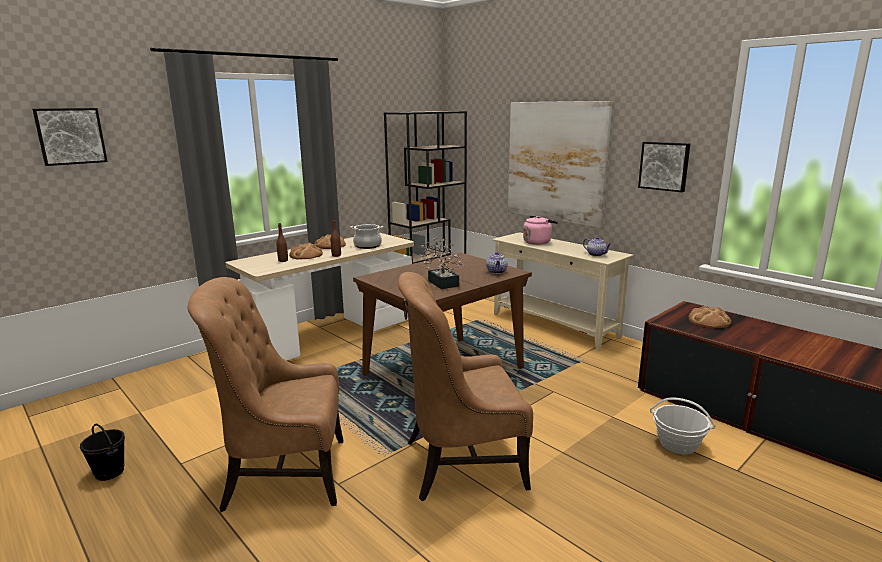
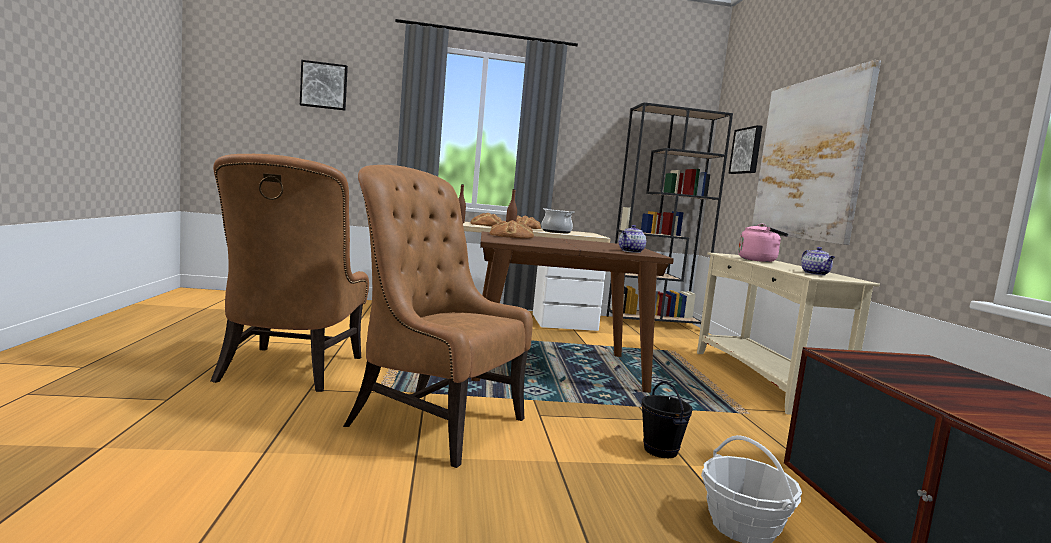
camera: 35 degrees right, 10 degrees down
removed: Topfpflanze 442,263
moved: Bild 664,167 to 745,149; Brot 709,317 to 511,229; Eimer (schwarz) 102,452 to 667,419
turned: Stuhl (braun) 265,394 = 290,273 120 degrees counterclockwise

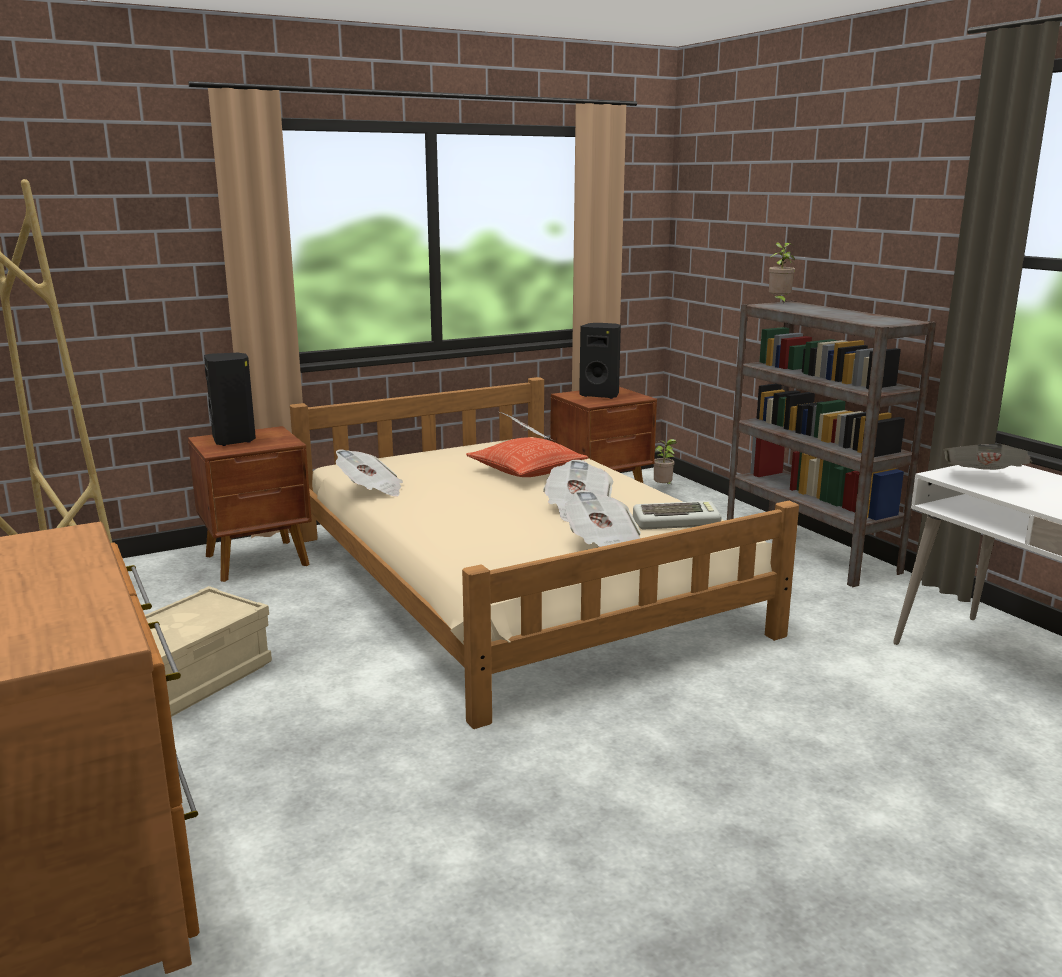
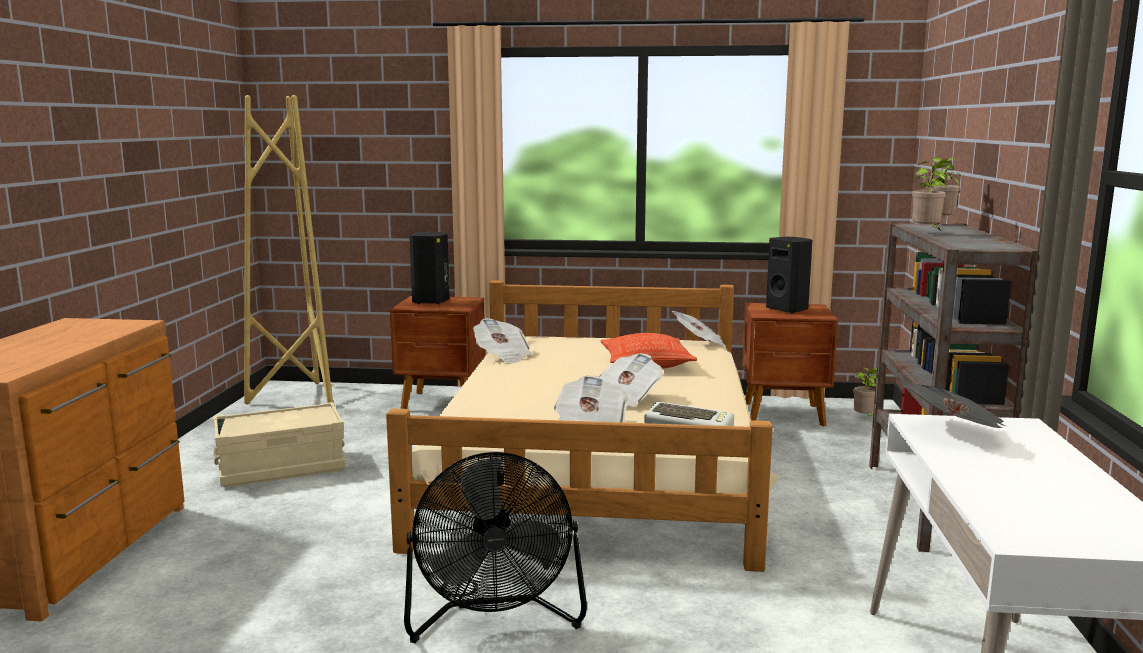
camera: 35 degrees right, 5 degrees down
added: Topfpflanze 932,196; Ventilator (schwarz) 495,547

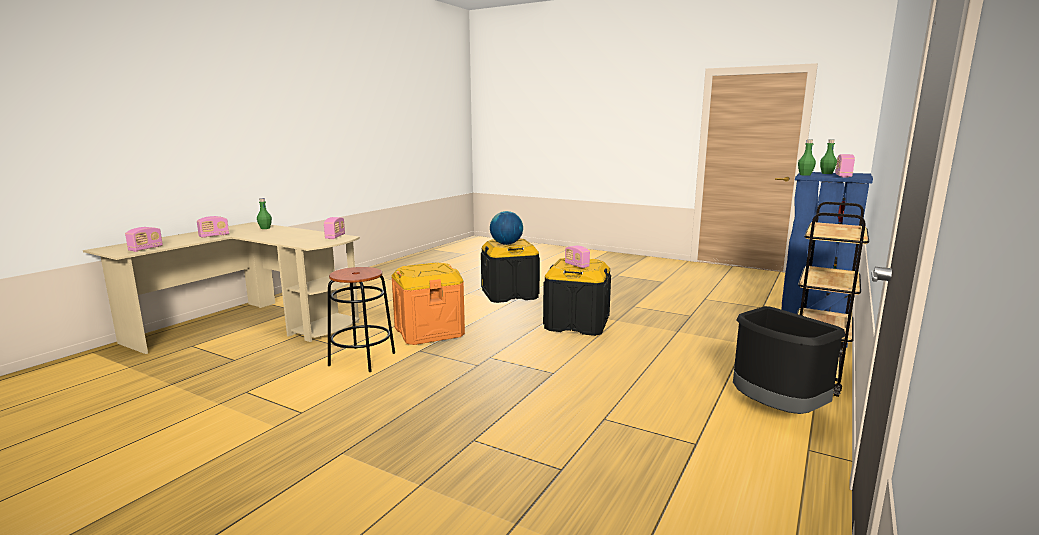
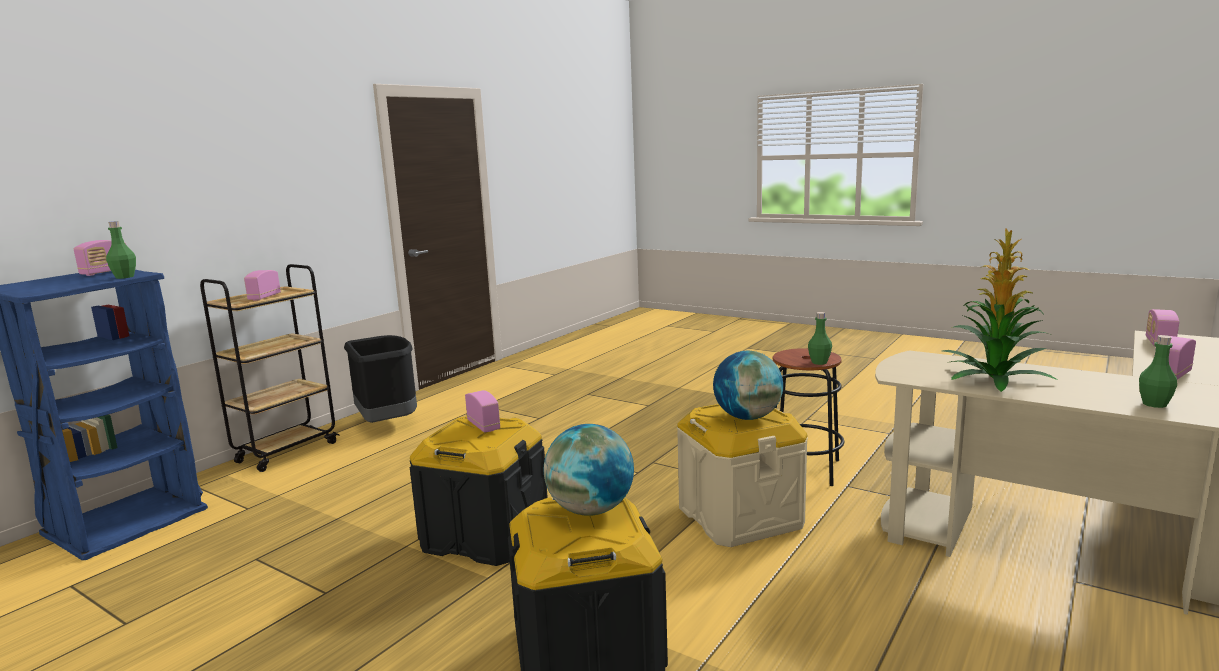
camera: 175 degrees left, 0 degrees up
added: Topfpflanze 999,310; Globus 748,385
moved: Flasche (grün) 828,156 to 820,338; Radio 334,228 to 262,285
recoloured: Aufbewahrungsbox (orange) 428,303 to Aufbewahrungsbox (beige) 742,475

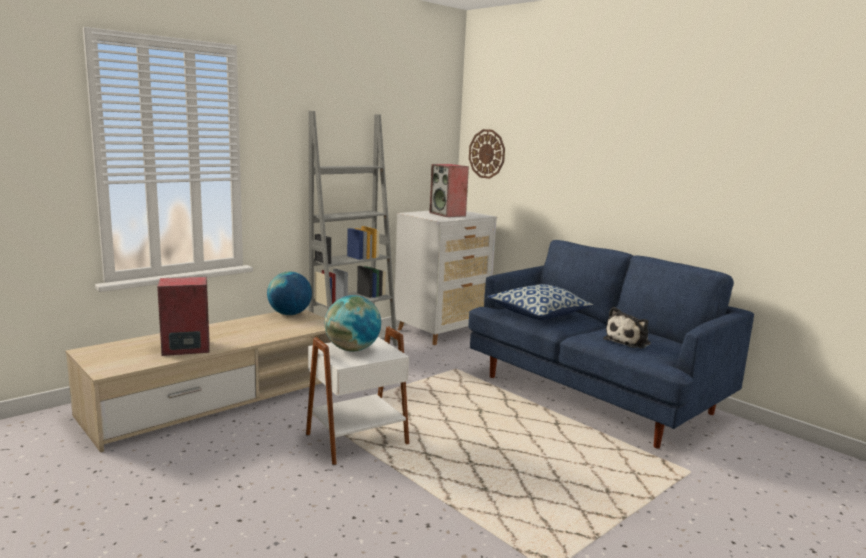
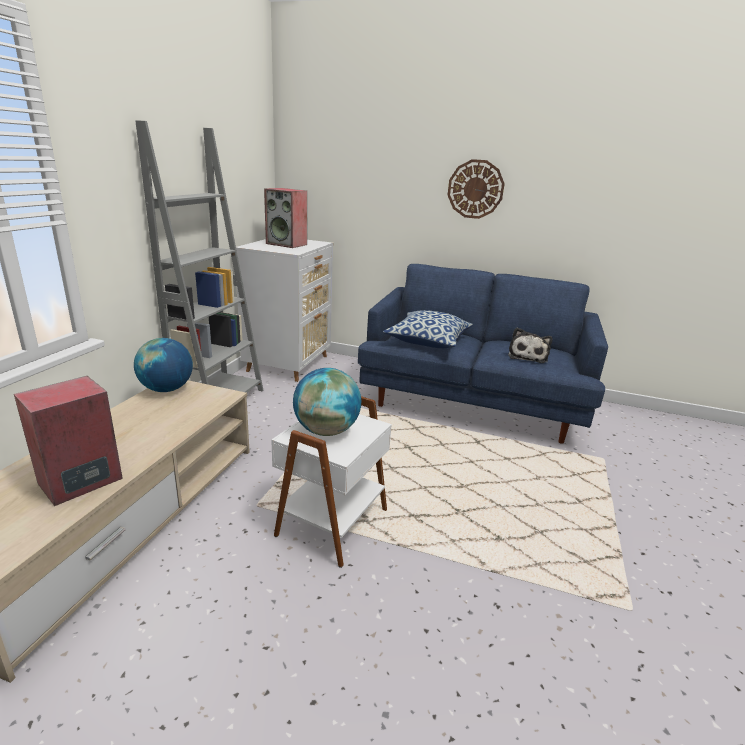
camera: 30 degrees left, 10 degrees up
moved: Wanduhr 487,154 to 476,189

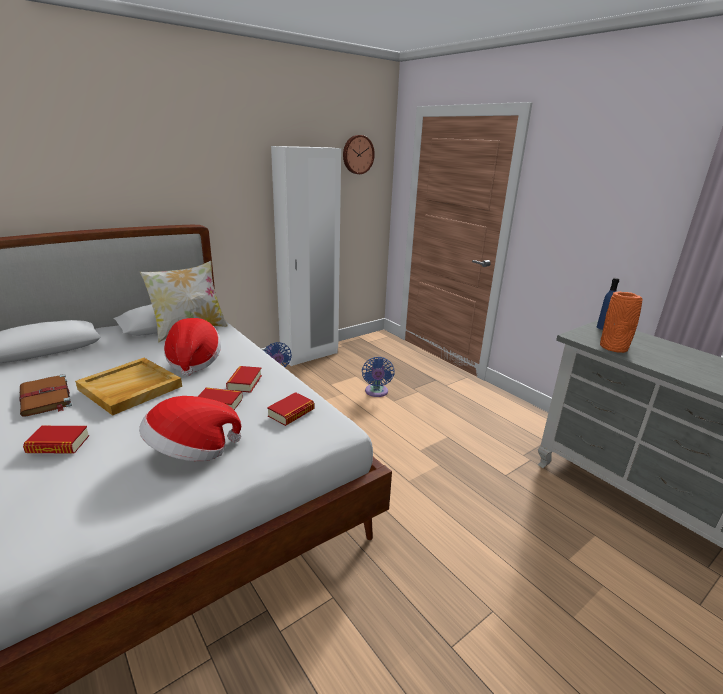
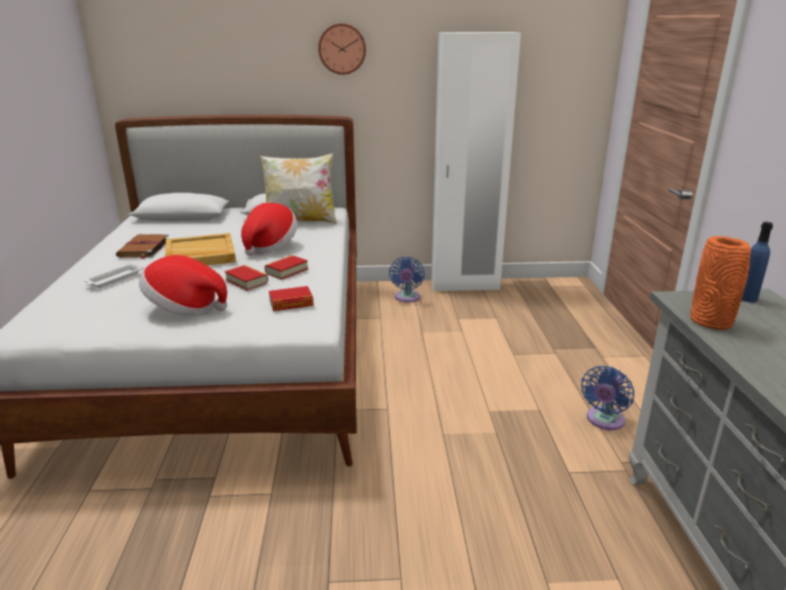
camera: 35 degrees right, 0 degrees up
moved: Wanduhr 359,154 to 342,49; Ventilator (blau) 378,377 to 607,397
replaced: Buch 56,439 to Tablett (weiß) 114,275

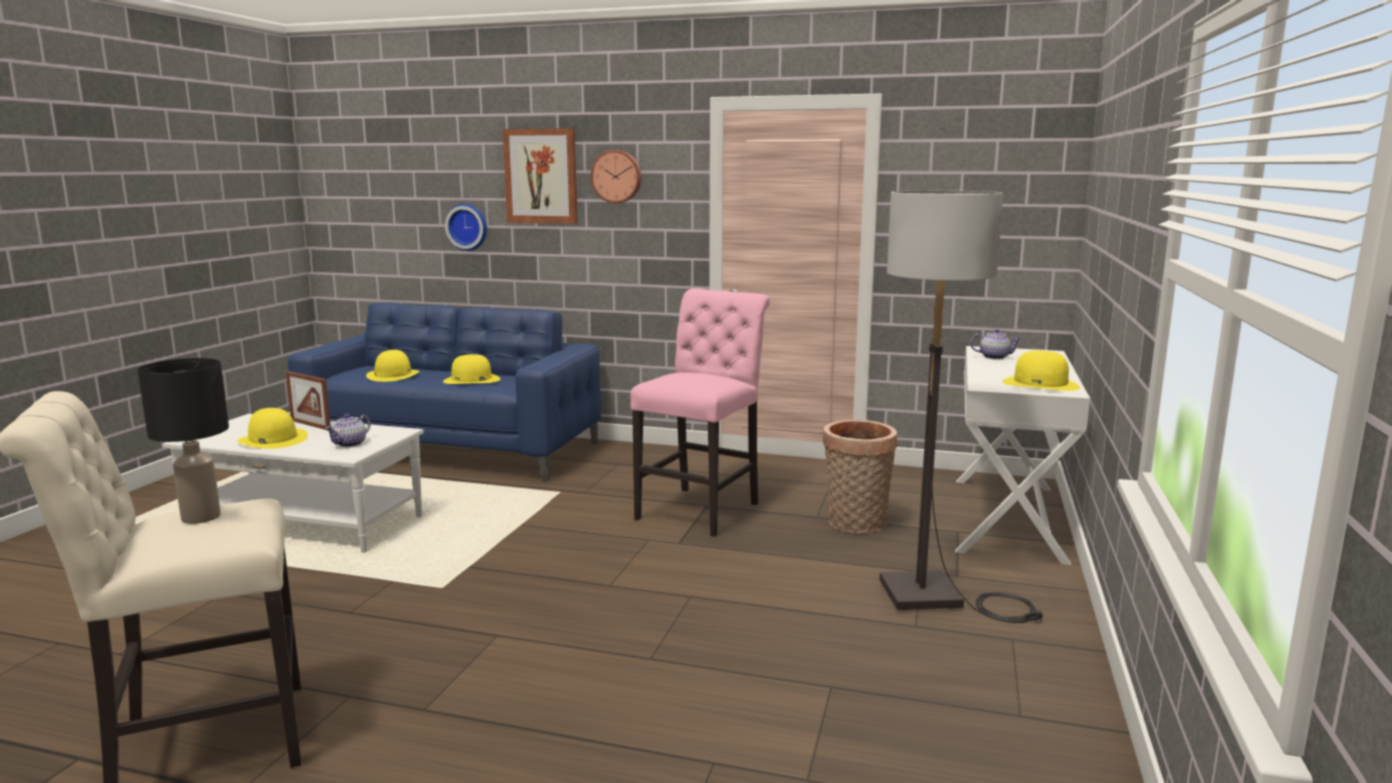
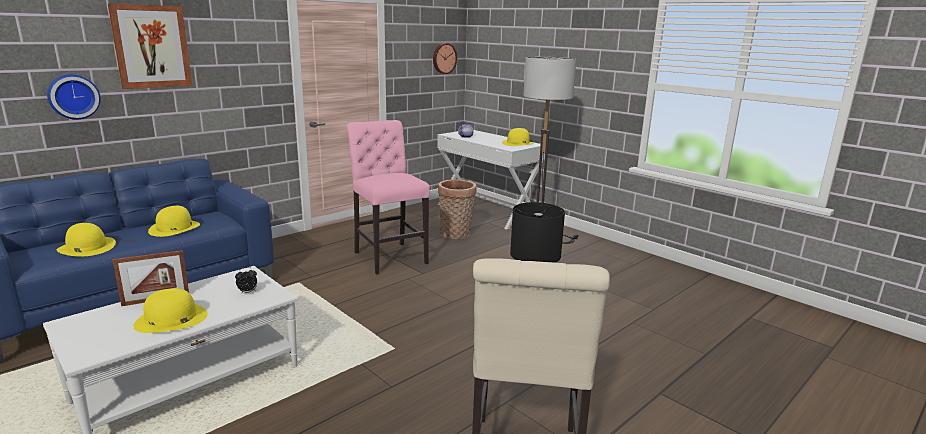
camera: 60 degrees left, 5 degrees up
moved: Wanduhr 615,176 to 445,58
replaced: Teekanne 348,430 to Wecker 246,280

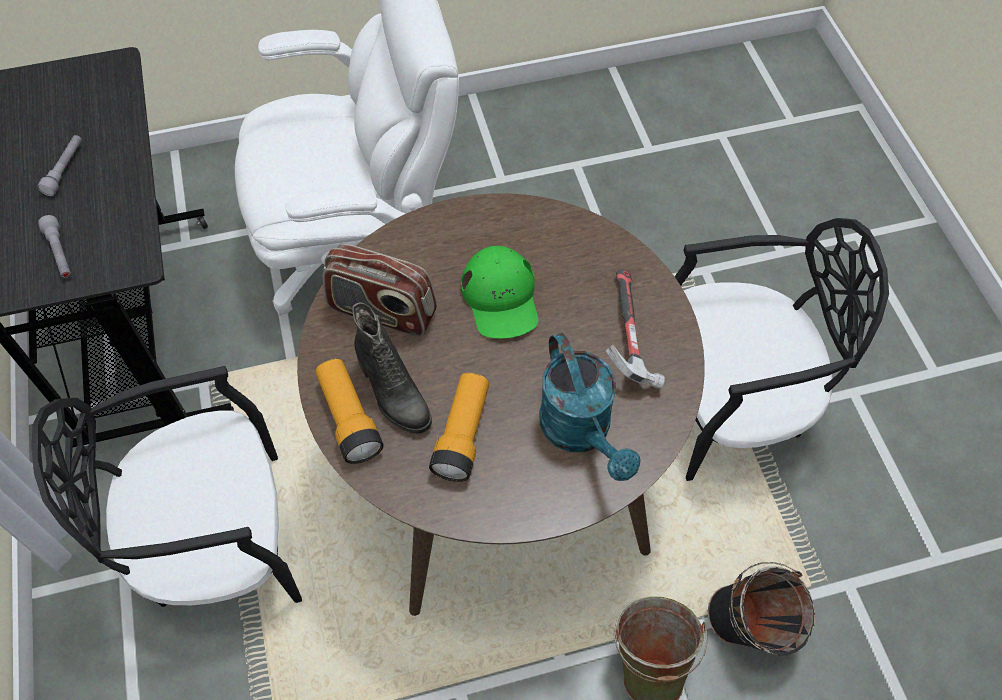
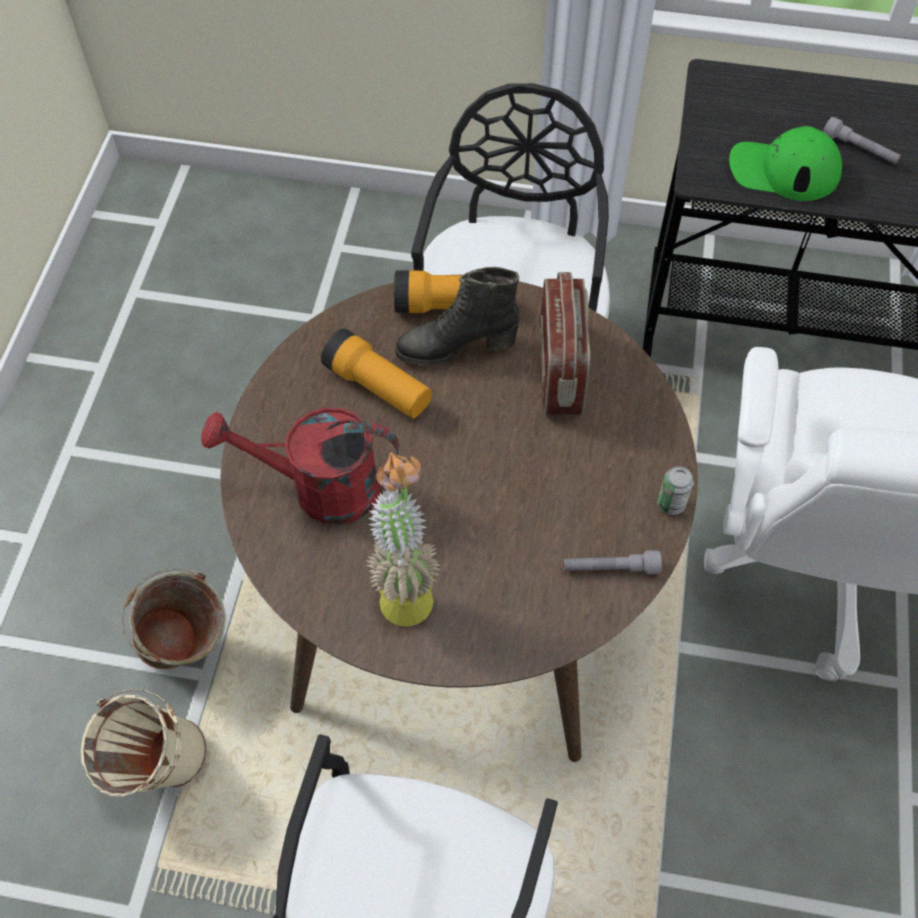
camera: 115 degrees right, 0 degrees up
added: Dose 675,490
moved: Taschenlampe (grau) 54,246 to 612,562; Kappe (grün) 499,292 to 785,163
replaced: Hammer 635,329 to Topfpflanze 403,539
recoloured: Gießkanne (türkis) 590,406 to Gießkanne (rot) 300,466; Eimer (schwarz) 761,609 to Eimer (beige) 144,743
turned: Radio 379,290 = 565,343 135 degrees clockwise

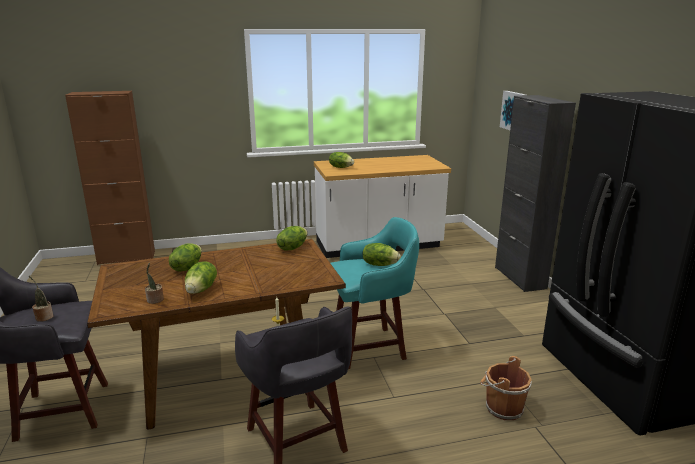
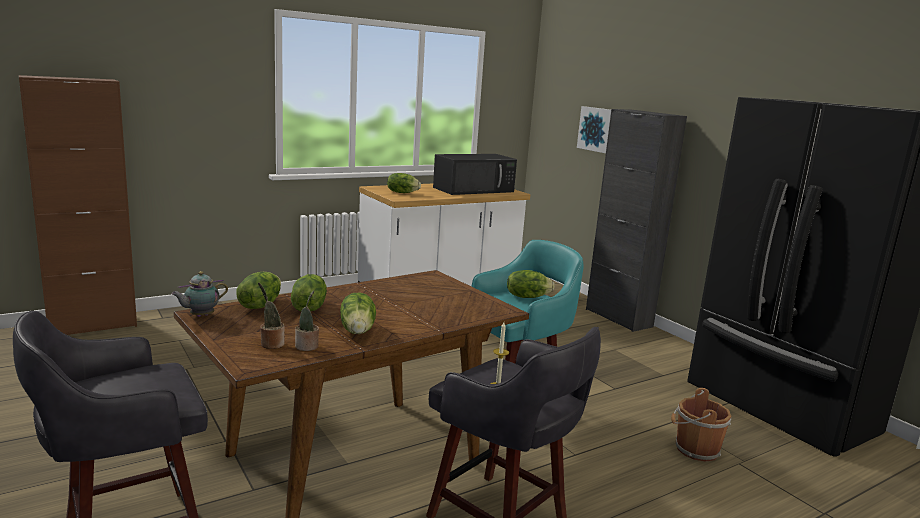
camera: 20 degrees left, 5 degrees down
added: Mikrowelle (schwarz) 475,174; Teekanne 199,294
moved: Salatkopf 292,238 to 259,290; Topfpflanze 41,299 to 271,316

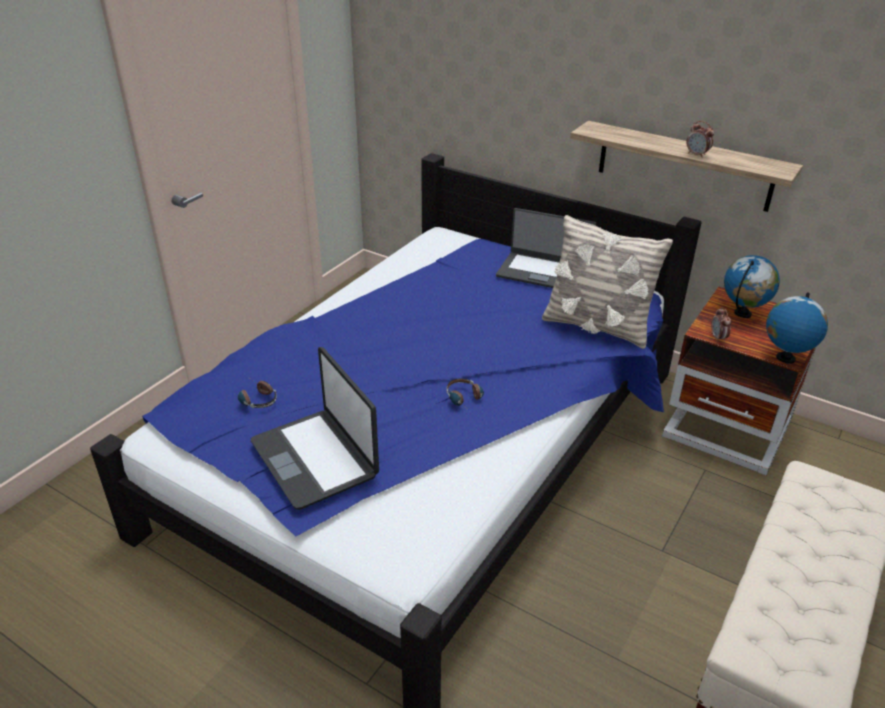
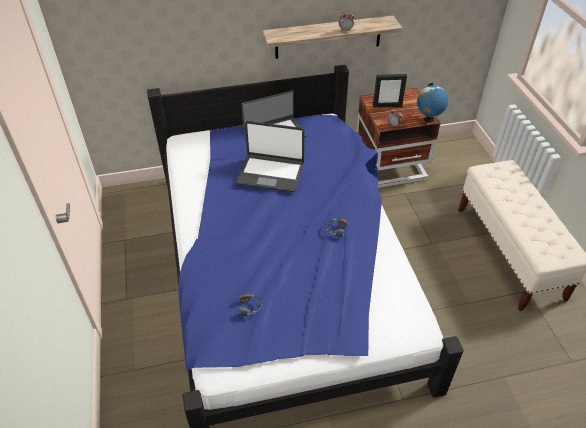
camera: 45 degrees left, 10 degrees up
removed: Kissen (beige) 607,282
moved: Laptop 315,428 to 270,156
replaced: Globus 752,286 to Bilderrahmen 390,91

